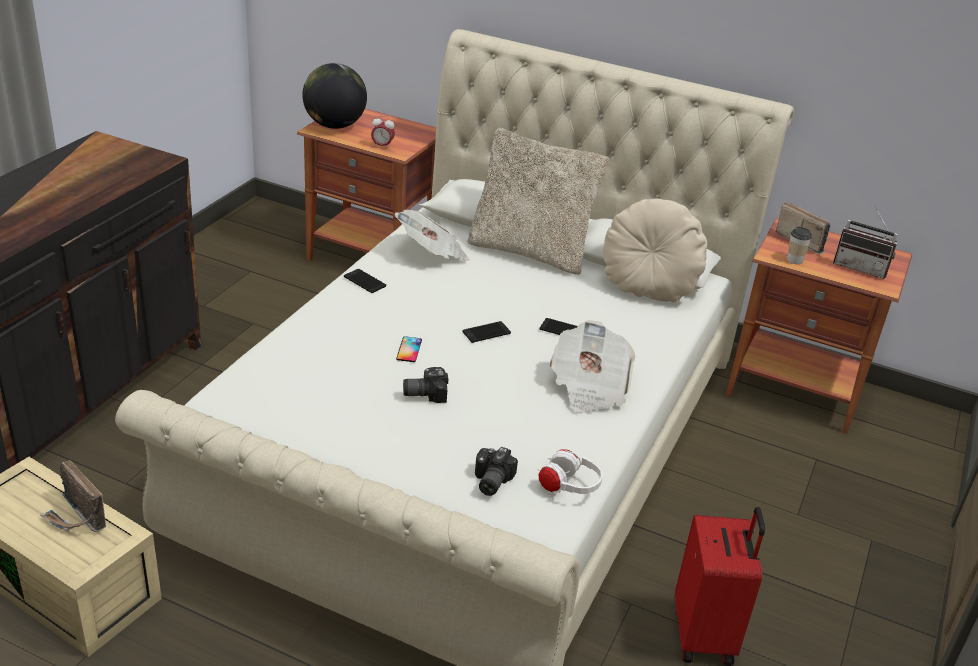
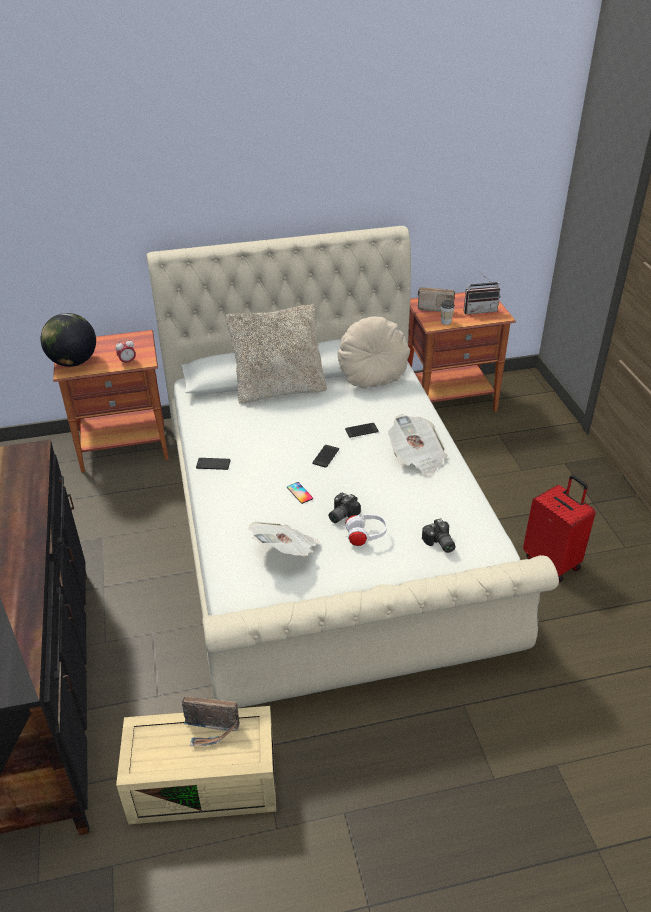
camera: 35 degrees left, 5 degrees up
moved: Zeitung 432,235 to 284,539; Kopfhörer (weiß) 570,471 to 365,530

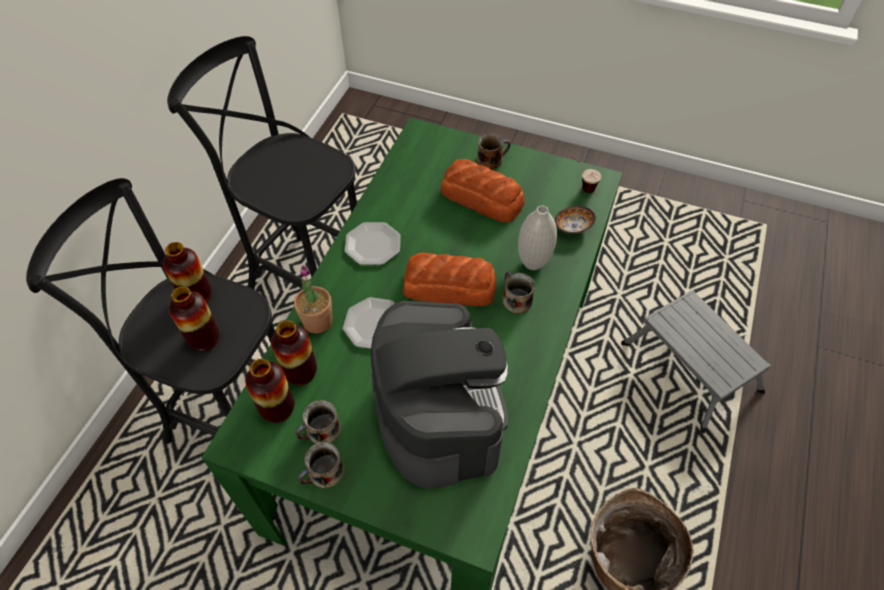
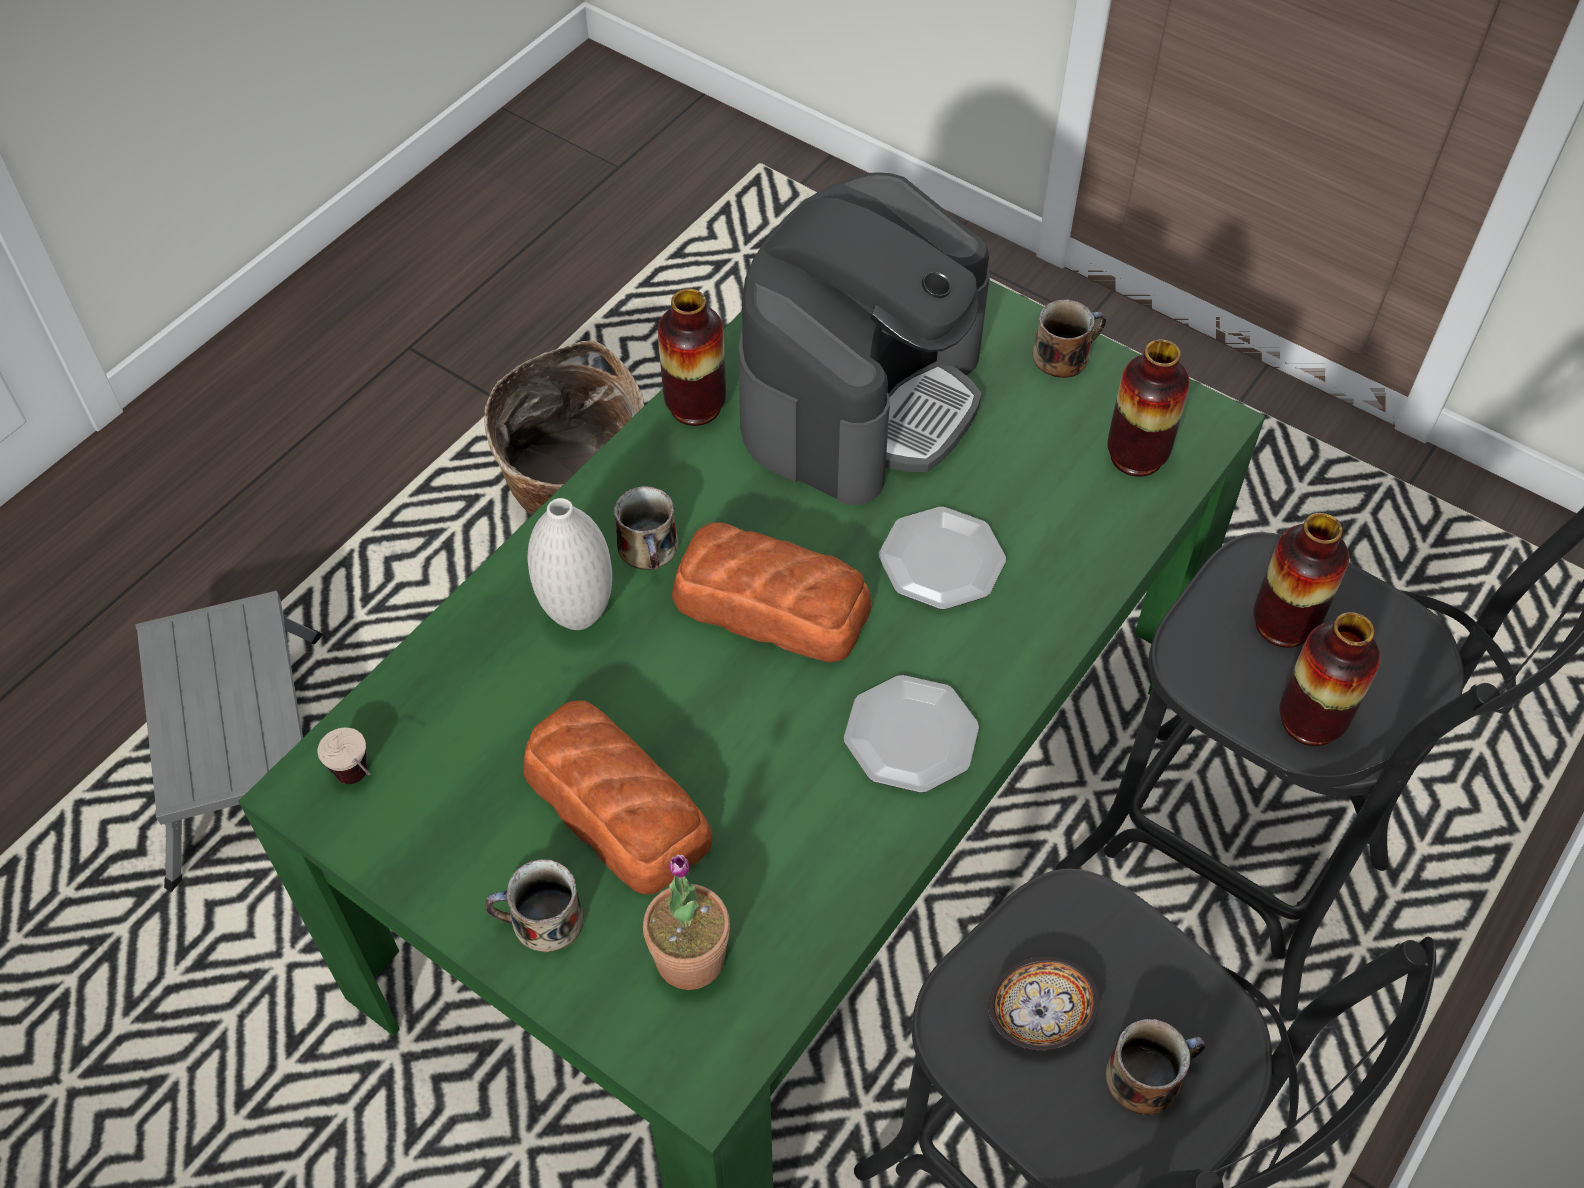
camera: 165 degrees left, 0 degrees up
moved: Schüssel 575,220 to 1044,1003; Topfpflanze 313,299 to 686,922; Vase 294,353 to 692,357; Henkelbecher 318,421 to 1156,1067
turned: Kaffeemaschine 439,395 = 864,338 150 degrees counterclockwise

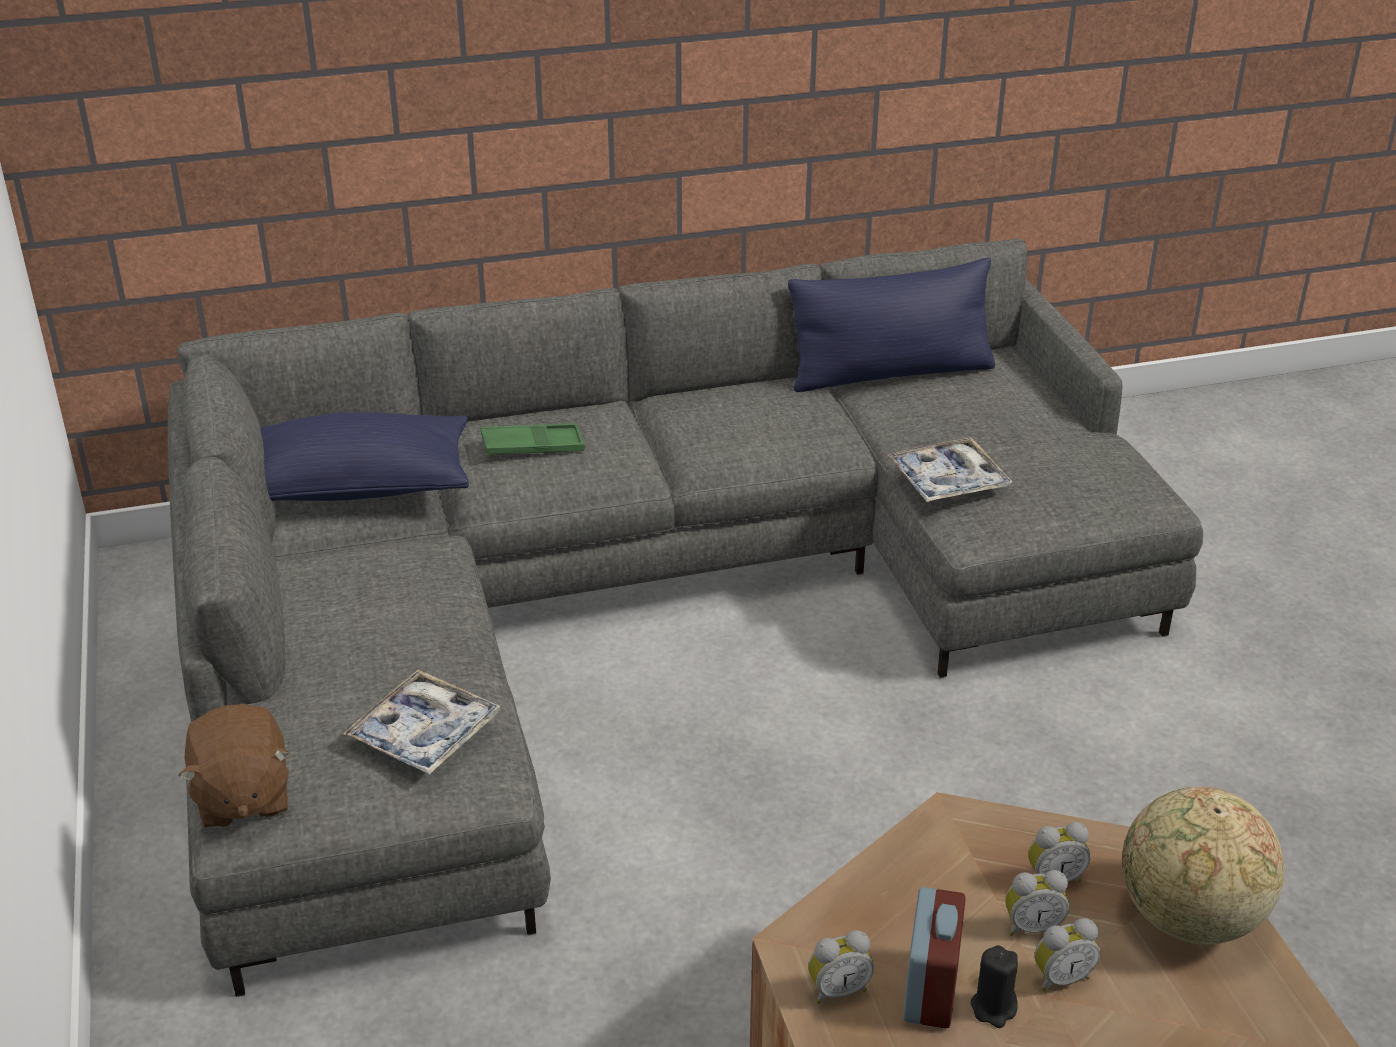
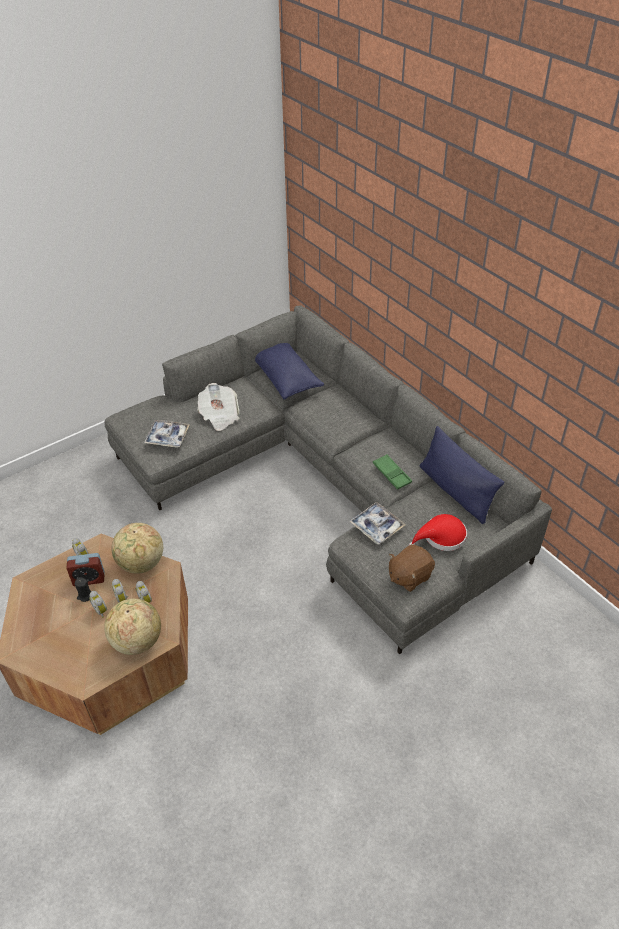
camera: 70 degrees right, 10 degrees up
added: Zeitung 218,407; Hut (rot) 438,532; Globus 137,548
moved: Tablett (grün) 533,439 to 392,472; Plüschtier (braun) 235,766 to 412,568

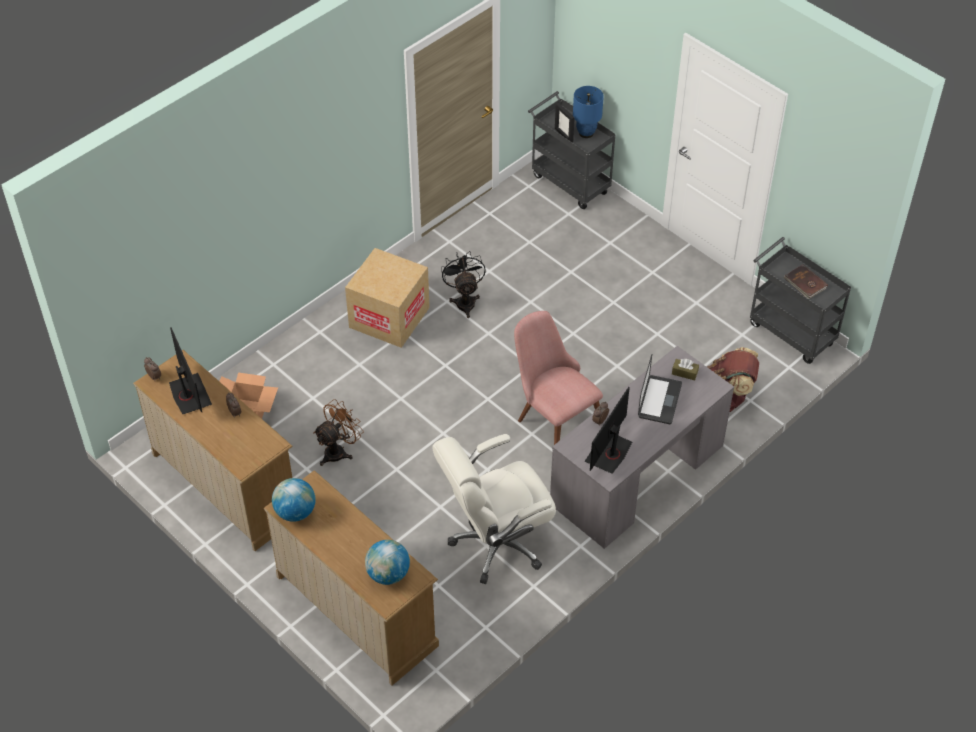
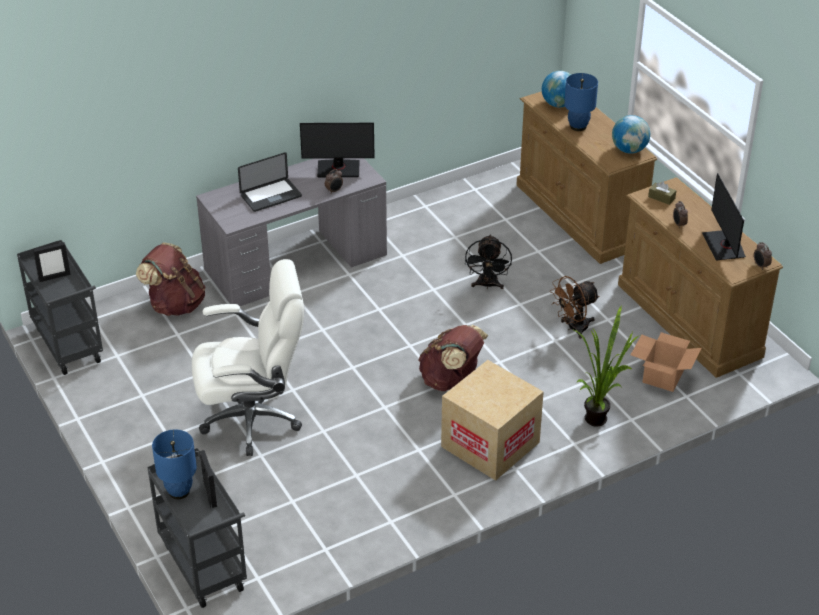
camera: 165 degrees left, 10 degrees down
removed: Stuhl (rosa) 558,378
added: Tischlampe (blau) 581,102; Topfpflanze 606,366; Rucksack (braun) 453,358
moved: Ventilator (schwarz) 463,284 to 488,261; Taschentuchbox (braun) 685,369 to 662,193; Bürostuhl (weiß) 494,509 to 248,357
replaced: Buch (braun) 806,281 to Bilderrahmen 52,262
turned: Laptop 660,389 = 270,182 150 degrees counterclockwise; Monitor 608,430 = 337,150 45 degrees clockwise

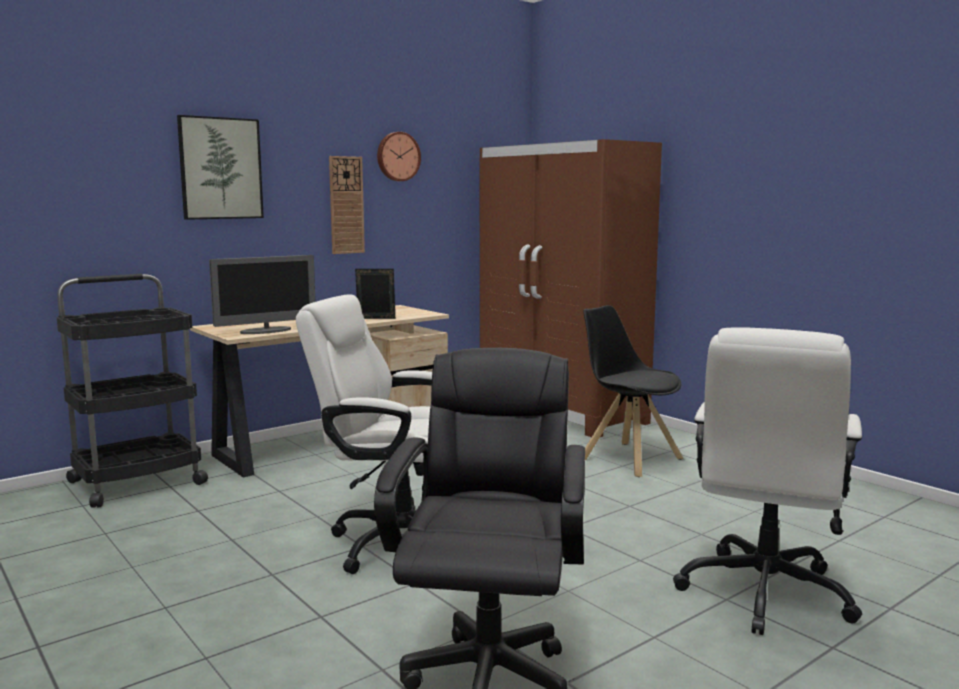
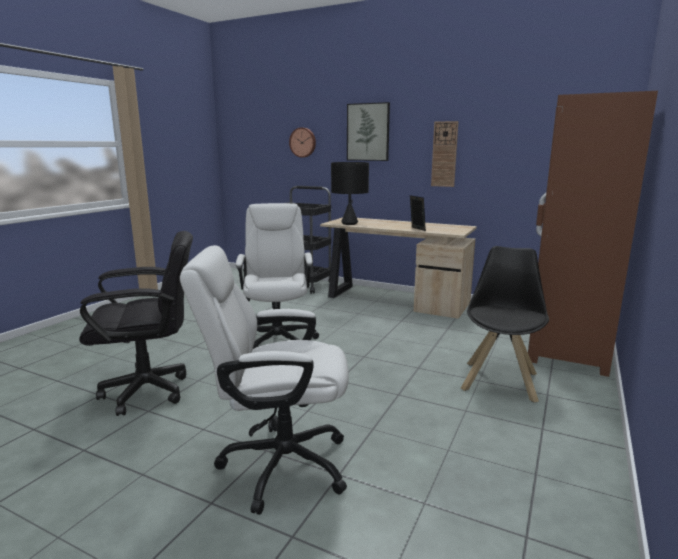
camera: 65 degrees right, 5 degrees up
moved: Wanduhr 399,156 to 302,142
replaced: Monitor 262,294 to Tischlampe (schwarz) 350,193

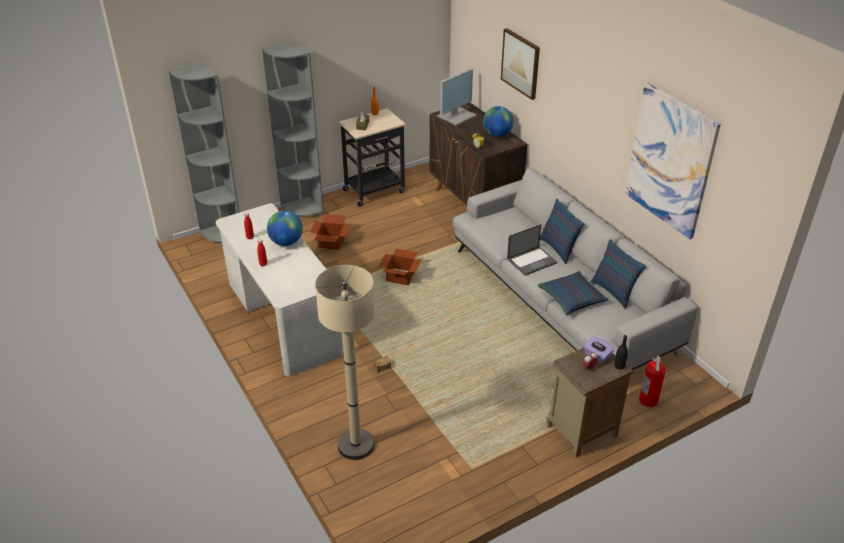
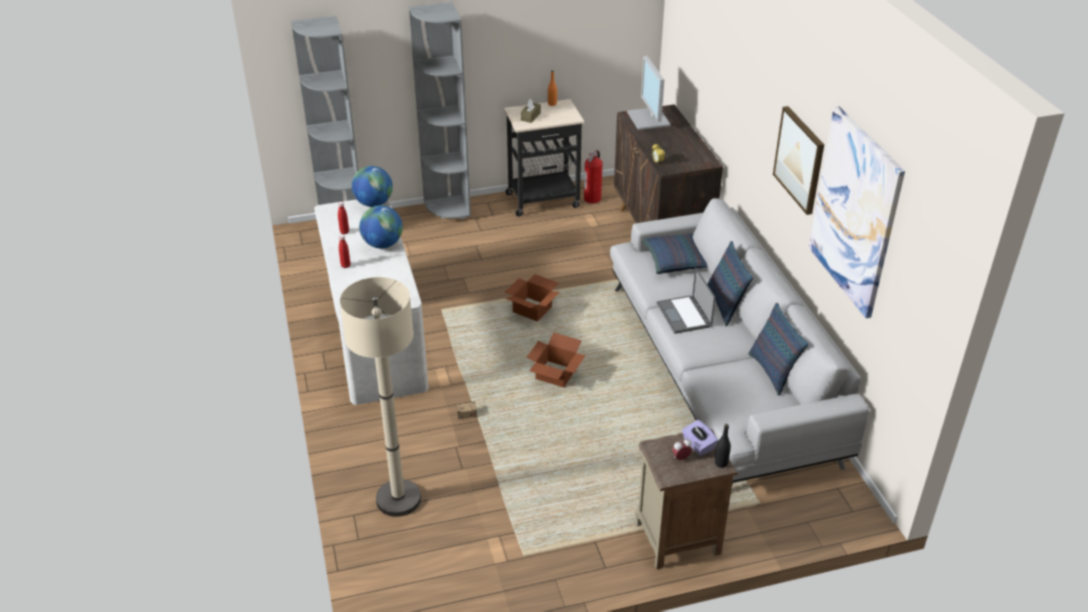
camera: 15 degrees right, 0 degrees up
moved: Bild 520,64 to 798,160; Globus 498,121 to 372,186; Karton 330,232 to 556,359; Kissen (blau) 573,293 to 674,253; Feuerlöscher 652,380 to 593,177
turned: Monitor 456,97 = 649,93 105 degrees clockwise; Laptop 532,250 = 686,300 90 degrees clockwise

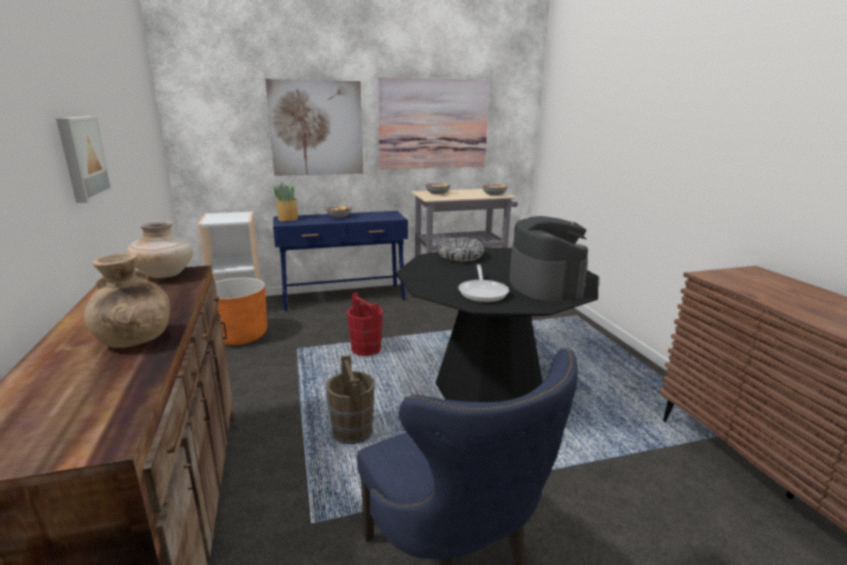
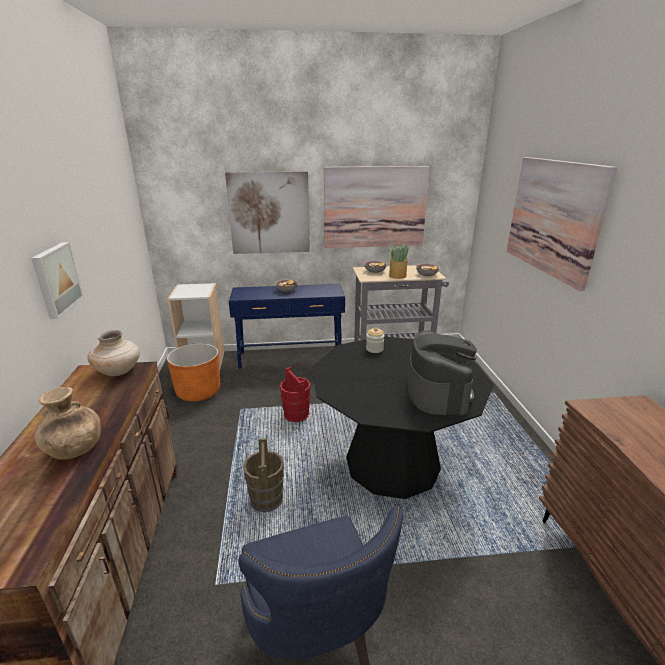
camera: 10 degrees right, 5 degrees up
removed: Pfanne 483,283
added: Bild 562,224
moved: Topfpflanze 285,201 to 399,261
replaced: Schüssel 461,249 to Vorratsglas 375,340

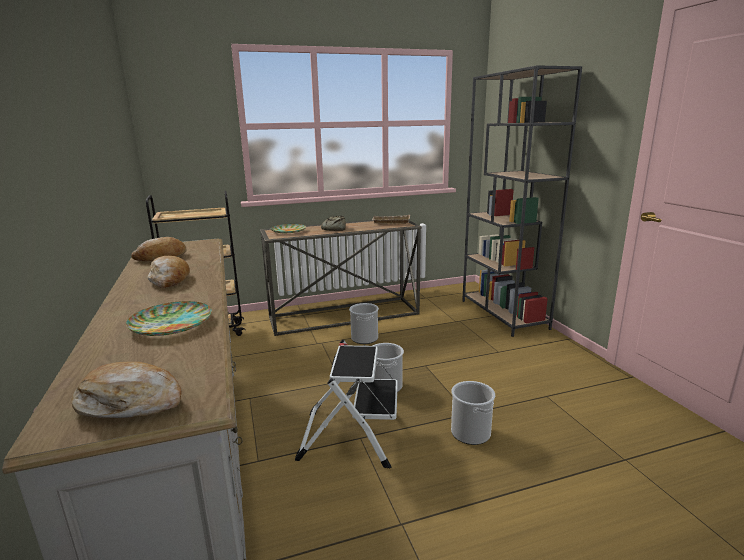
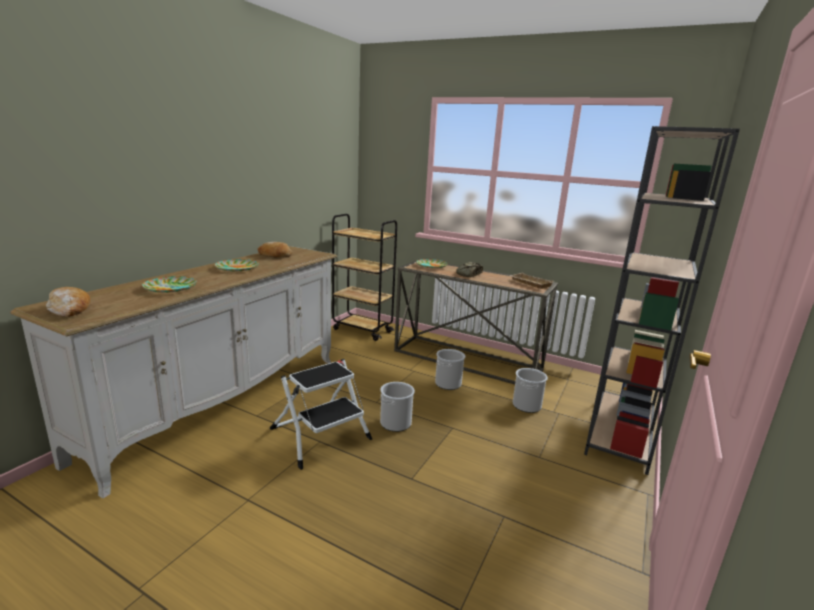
camera: 45 degrees right, 0 degrees up
moved: Eimer 473,413 to 530,390
replaced: Brot 168,272 to Teller 237,265

